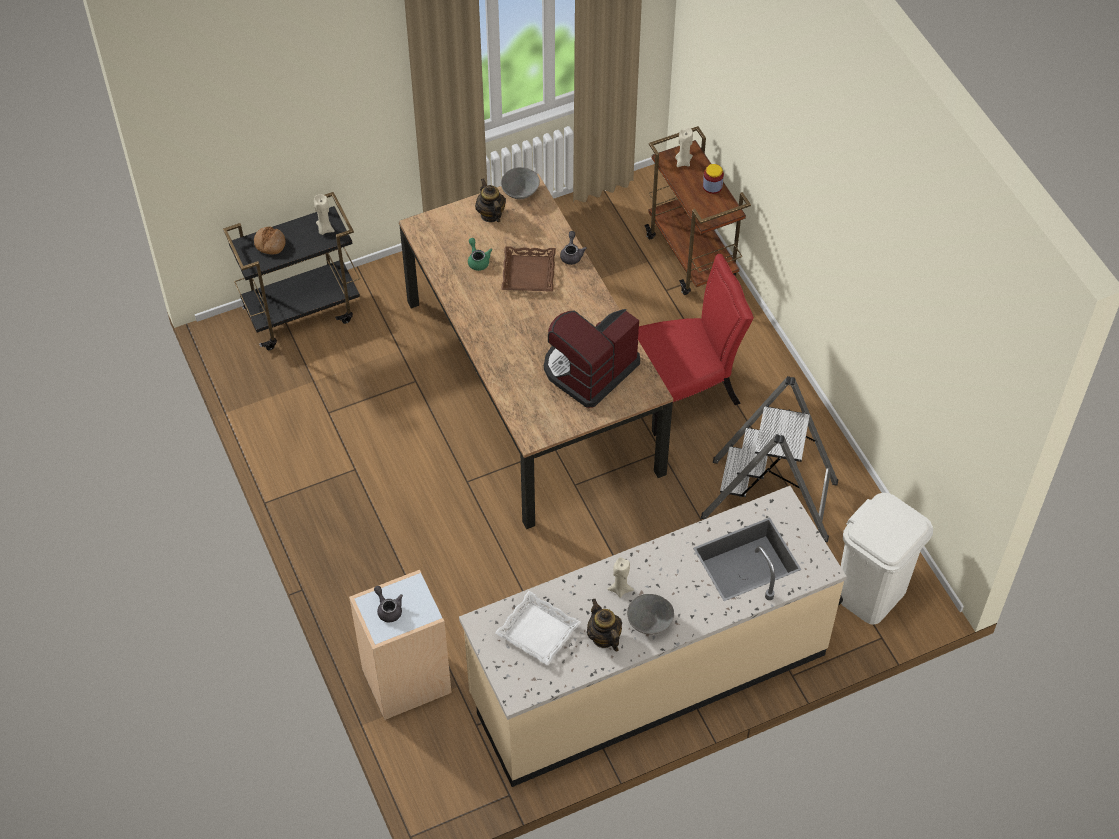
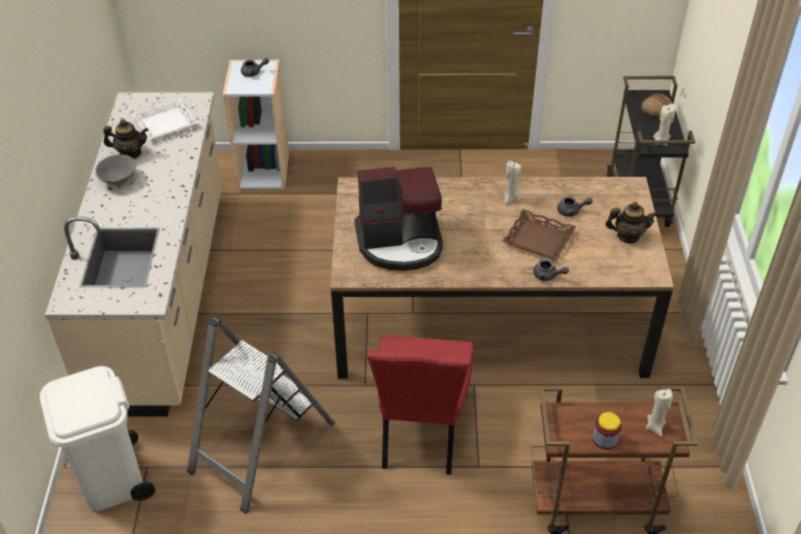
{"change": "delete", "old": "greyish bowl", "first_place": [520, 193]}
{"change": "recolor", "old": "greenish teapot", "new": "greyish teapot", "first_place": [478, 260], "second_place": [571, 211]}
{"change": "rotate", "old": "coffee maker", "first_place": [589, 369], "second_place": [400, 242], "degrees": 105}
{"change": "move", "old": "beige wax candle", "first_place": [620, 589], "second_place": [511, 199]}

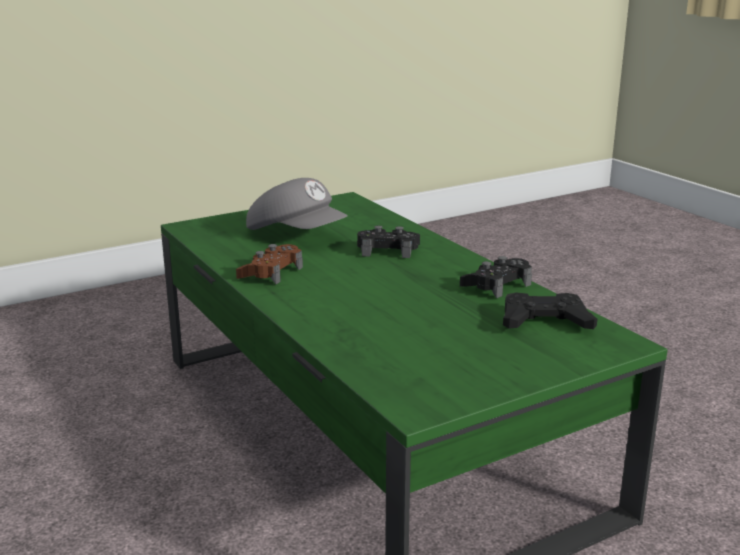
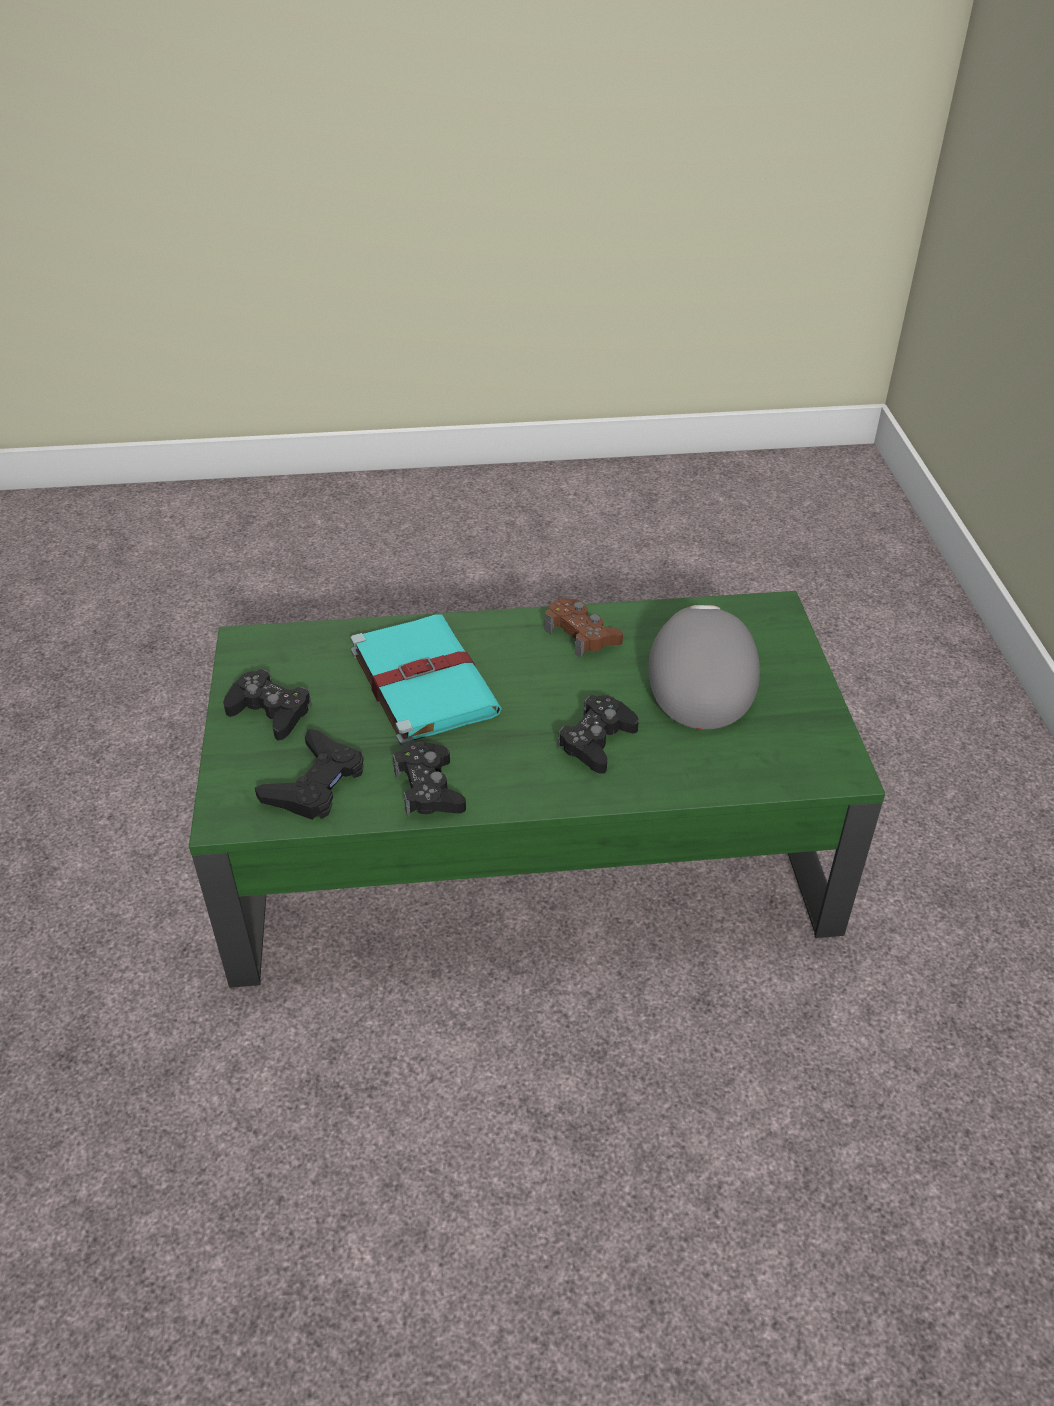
{"change": "rotate", "old": "greyish baseball cap", "first_place": [297, 235], "second_place": [698, 683], "degrees": 120}
{"change": "insert", "new": "blue-green book", "second_place": [422, 680]}
{"change": "insert", "new": "black-coloured game controller", "second_place": [270, 712]}

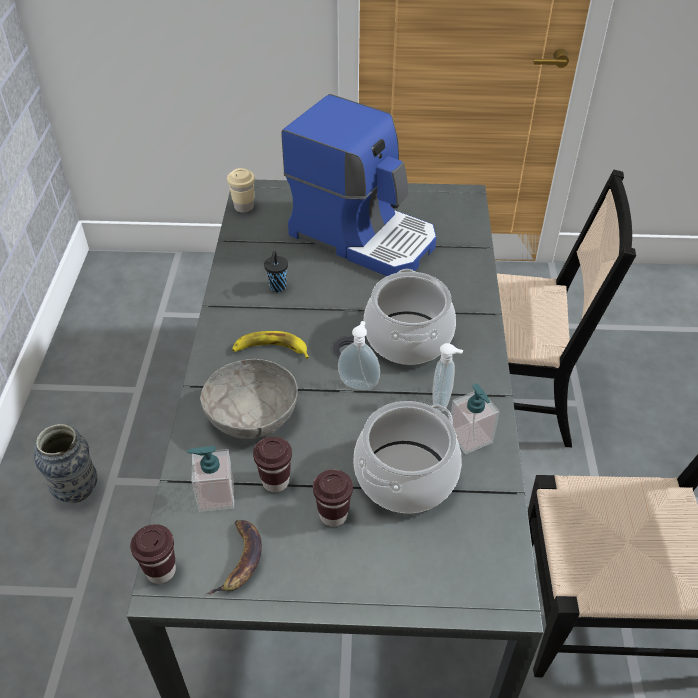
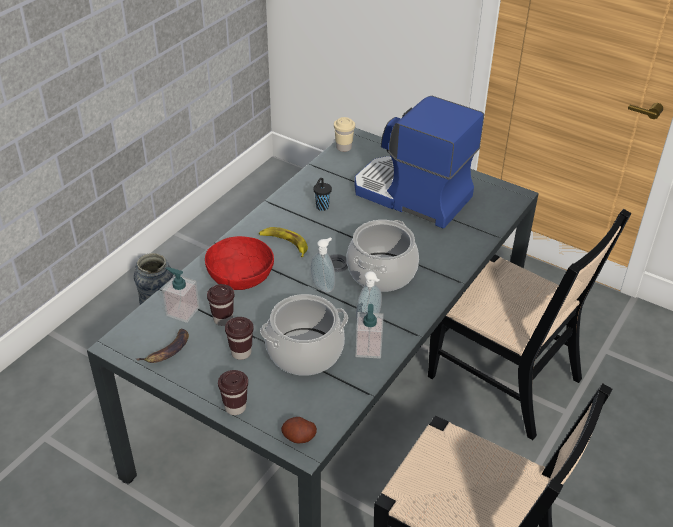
{"change": "rotate", "old": "coffee maker", "first_place": [363, 236], "second_place": [411, 196], "degrees": 150}
{"change": "recolor", "old": "greyish bowl", "new": "red bowl", "first_place": [252, 416], "second_place": [240, 277]}
{"change": "move", "old": "brown-coloured cup", "first_place": [161, 571], "second_place": [235, 407]}
{"change": "insert", "new": "whole potato", "second_place": [299, 437]}

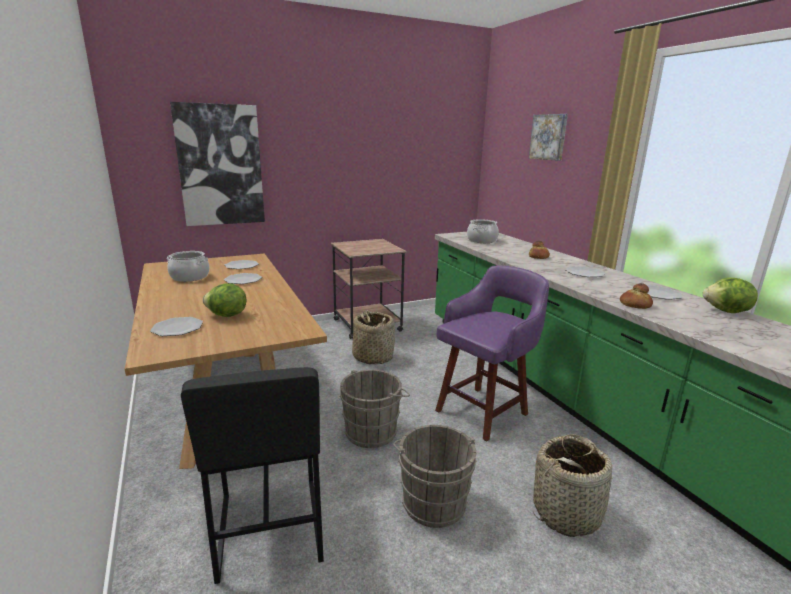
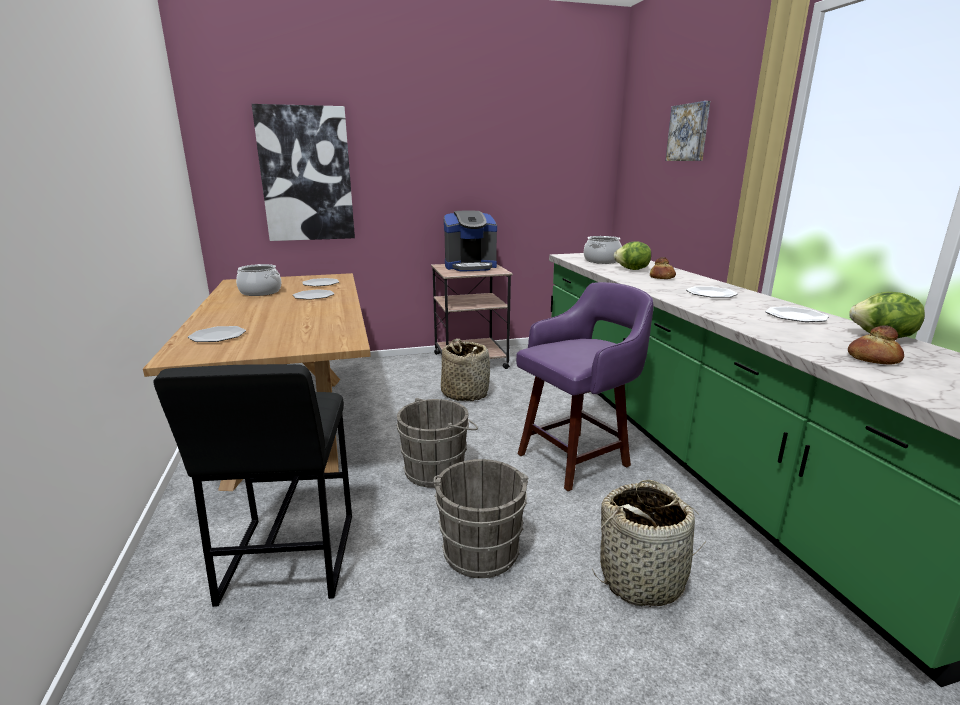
{"change": "move", "old": "head of lettuce", "first_place": [227, 315], "second_place": [632, 269]}
{"change": "move", "old": "bread", "first_place": [635, 305], "second_place": [873, 359]}
{"change": "insert", "new": "coffee maker", "second_place": [470, 267]}

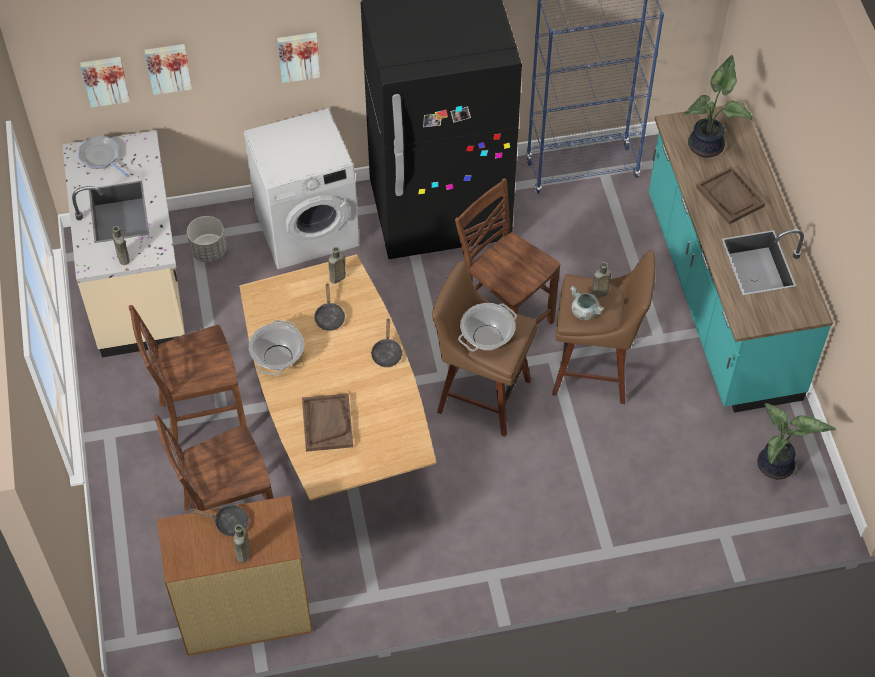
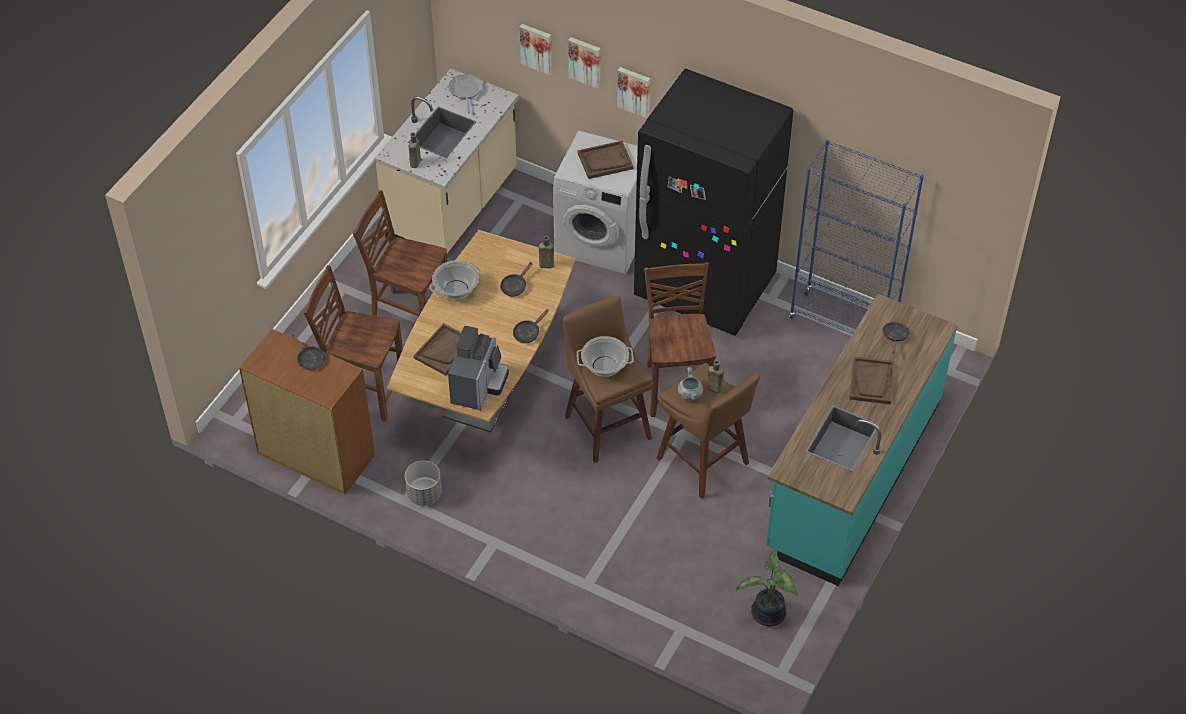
{"change": "replace", "old": "potted plant", "new": "black-coloured frying pan", "first_place": [708, 145], "second_place": [895, 337]}
{"change": "move", "old": "wall picture", "first_place": [105, 80], "second_place": [585, 61]}
{"change": "move", "old": "greyish flower pot", "first_place": [209, 251], "second_place": [424, 494]}
{"change": "delete", "old": "brown-coloured drink bottle", "first_place": [243, 555]}
{"change": "insert", "new": "brown-coloured serving tray", "second_place": [605, 161]}
{"change": "insert", "new": "coffee maker", "second_place": [478, 386]}

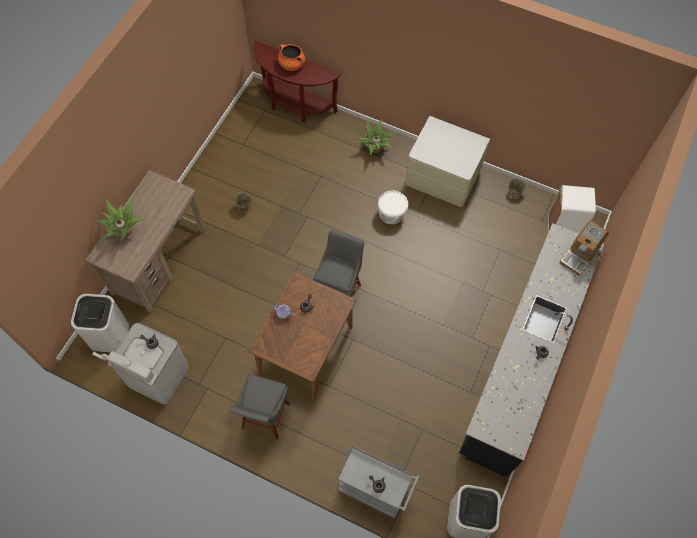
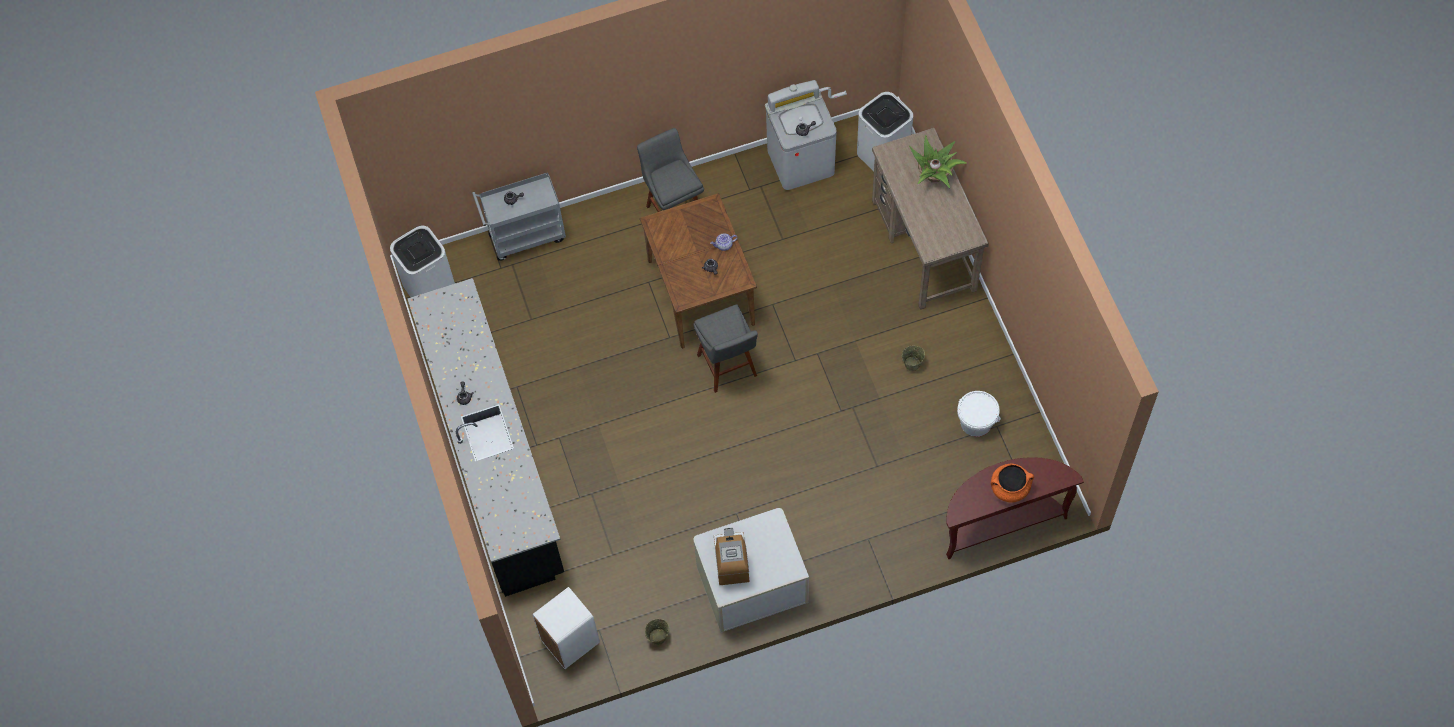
{"change": "delete", "old": "potted plant", "first_place": [375, 148]}
{"change": "move", "old": "white pail", "first_place": [391, 214], "second_place": [976, 422]}
{"change": "move", "old": "coffee maker", "first_place": [580, 254], "second_place": [731, 561]}

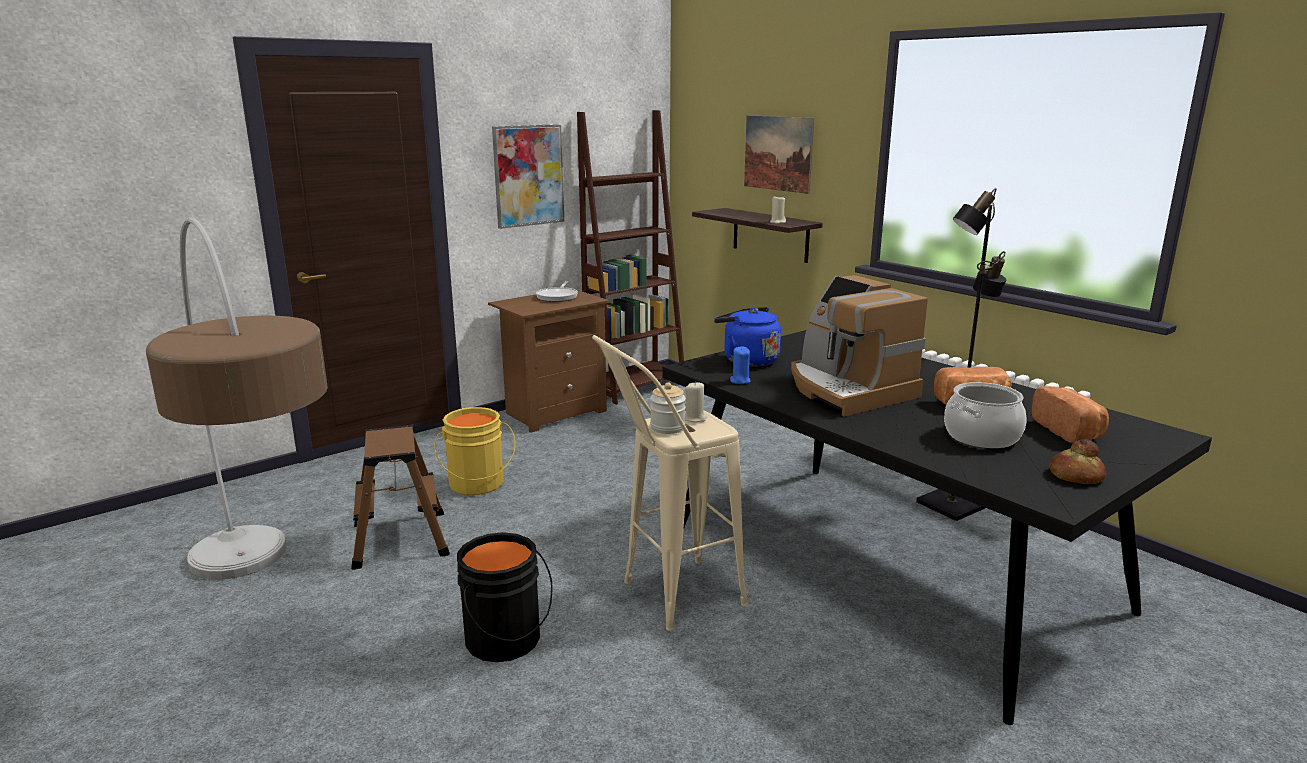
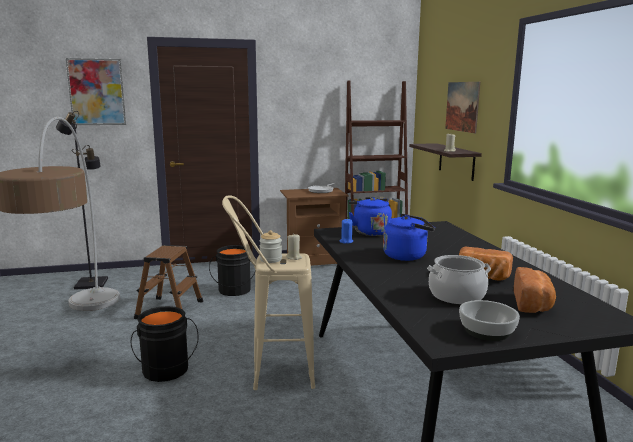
{"change": "move", "old": "wall picture", "first_place": [528, 175], "second_place": [96, 92]}
{"change": "move", "old": "black-coloured standing lamp", "first_place": [951, 505], "second_place": [91, 284]}
{"change": "replace", "old": "coffee maker", "new": "blue tea kettle", "first_place": [847, 390], "second_place": [407, 256]}
{"change": "recolor", "old": "yellow-coloured pail", "new": "black-coloured pail", "first_place": [477, 485], "second_place": [234, 291]}
{"change": "replace", "old": "bread", "new": "bowl", "first_place": [1075, 476], "second_place": [487, 331]}

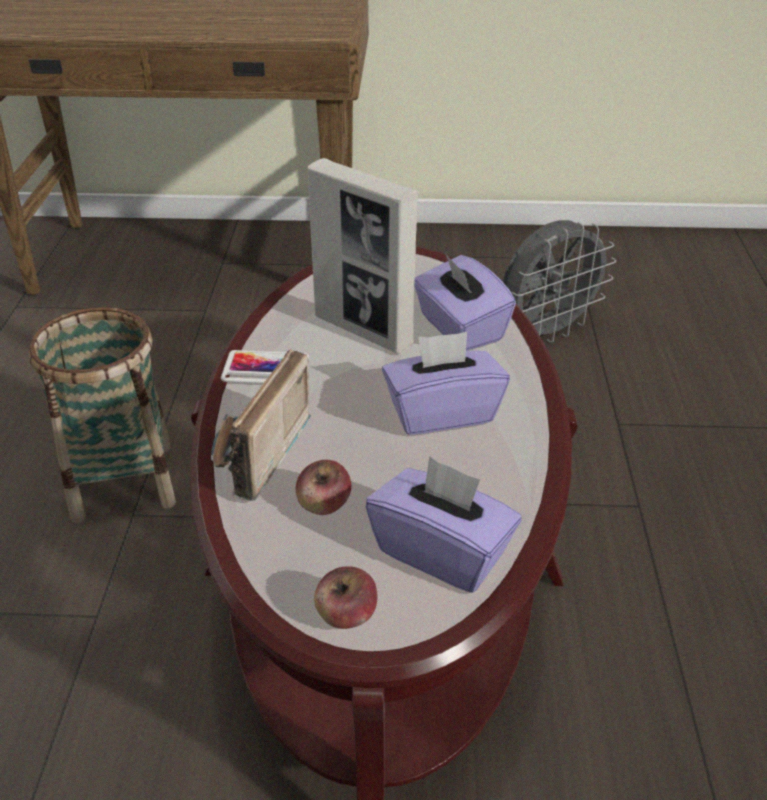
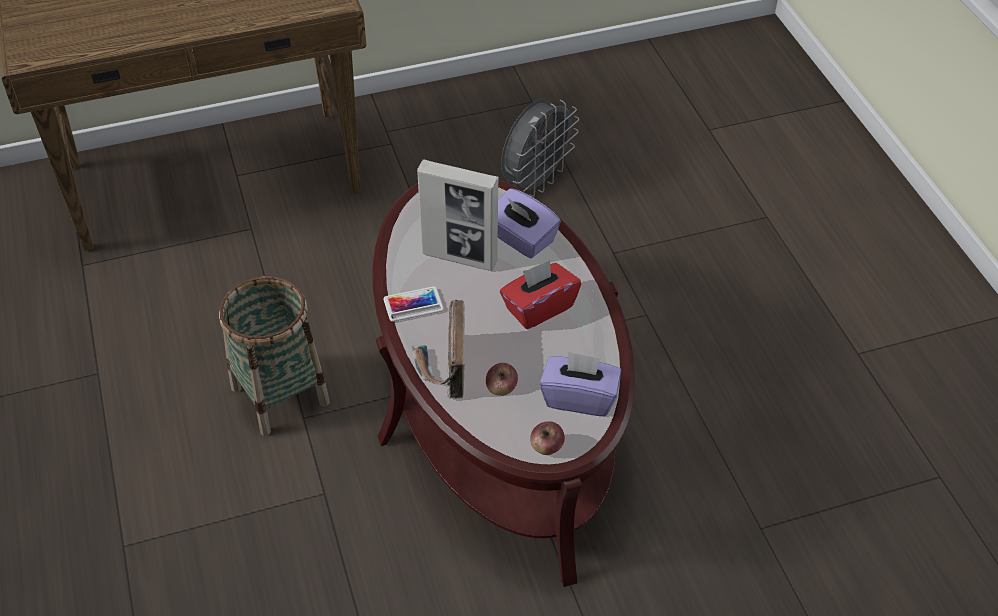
{"change": "recolor", "old": "purple-coloured tissue box", "new": "red tissue box", "first_place": [442, 412], "second_place": [539, 308]}

